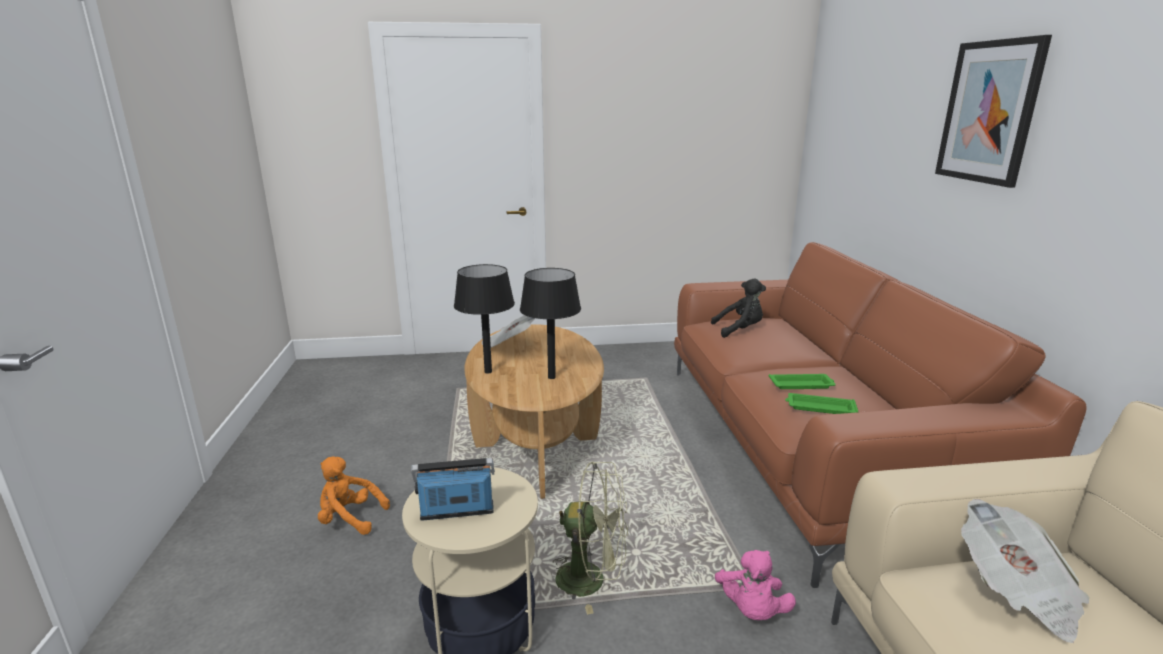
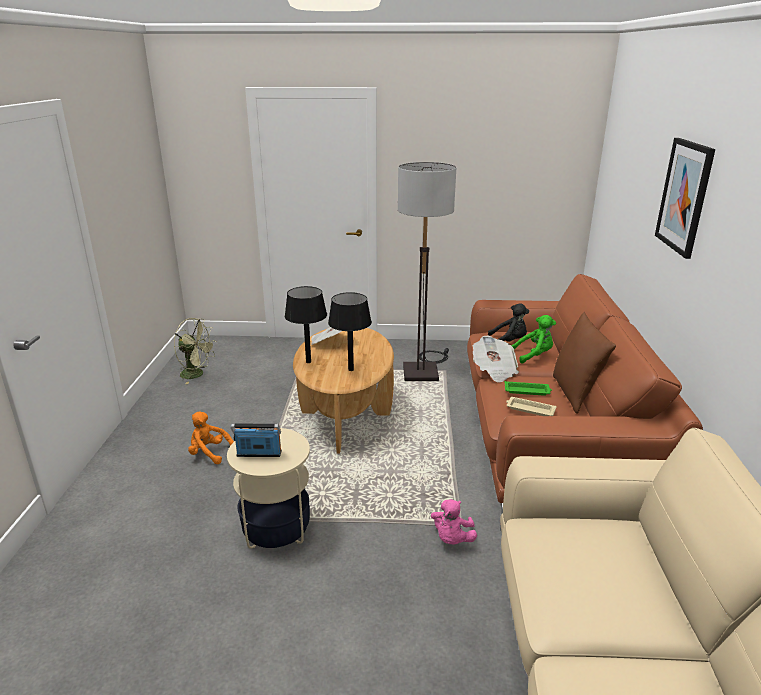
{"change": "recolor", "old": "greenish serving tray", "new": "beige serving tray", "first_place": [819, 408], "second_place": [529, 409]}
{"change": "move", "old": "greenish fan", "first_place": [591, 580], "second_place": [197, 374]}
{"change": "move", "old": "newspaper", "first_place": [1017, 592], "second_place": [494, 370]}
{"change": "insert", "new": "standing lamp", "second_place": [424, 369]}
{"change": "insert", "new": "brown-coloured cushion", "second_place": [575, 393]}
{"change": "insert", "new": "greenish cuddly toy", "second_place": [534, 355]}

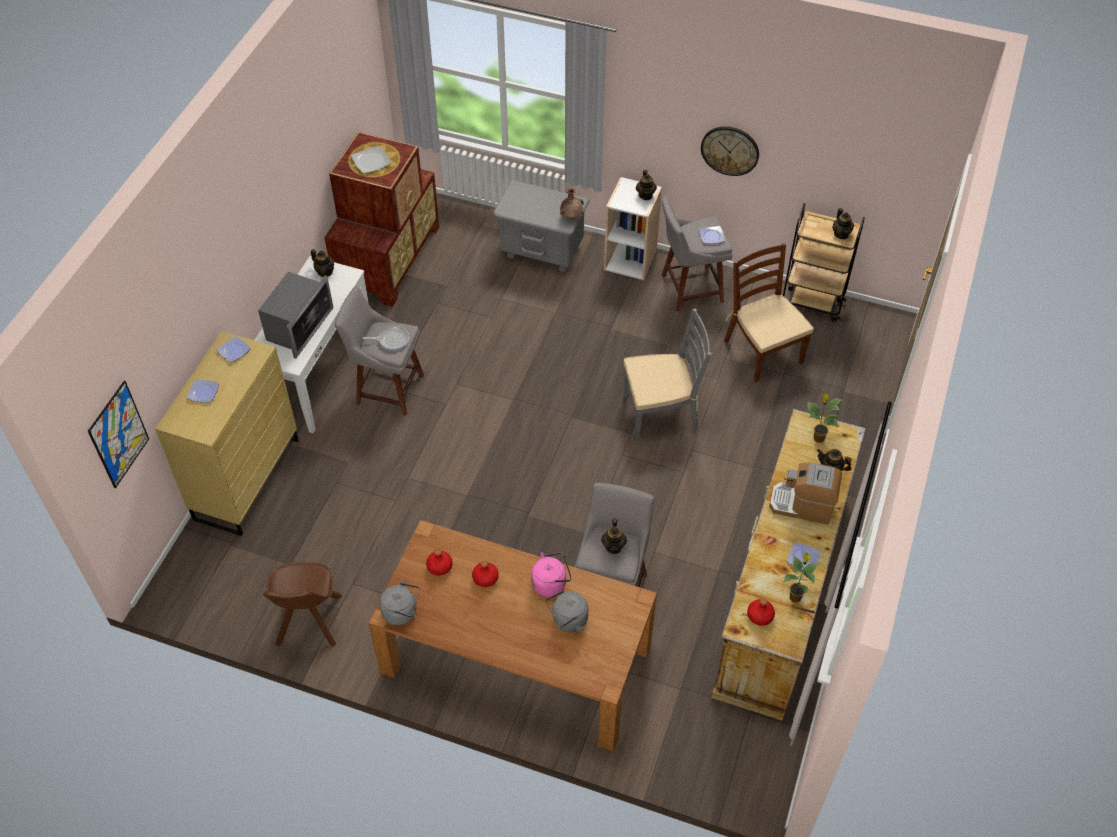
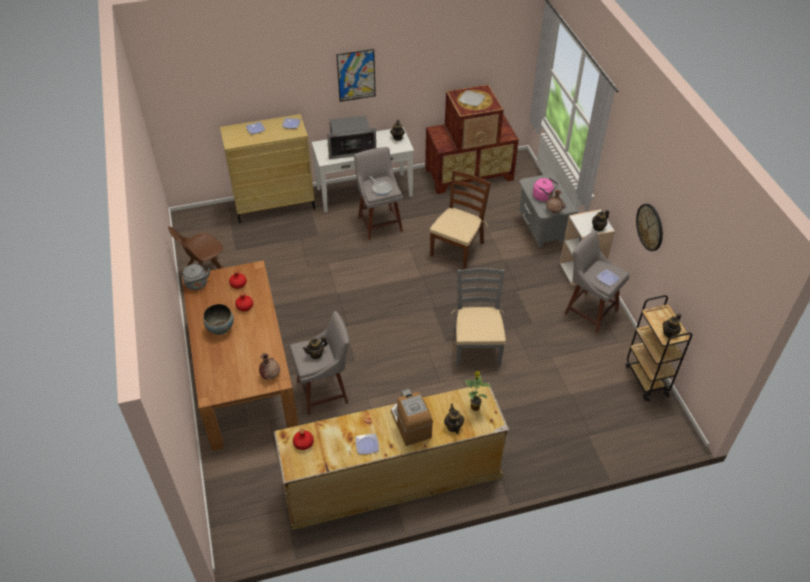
{"change": "move", "old": "brown-coloured upright chair", "first_place": [762, 351], "second_place": [457, 249]}
{"change": "rotate", "old": "greyish upright chair", "first_place": [661, 412], "second_place": [476, 347], "degrees": -135}
{"change": "move", "old": "wall picture", "first_place": [118, 434], "second_place": [356, 75]}
{"change": "move", "old": "pinkish tea kettle", "first_place": [551, 583], "second_place": [543, 196]}
{"change": "delete", "old": "potted plant", "first_place": [795, 596]}
{"change": "delete", "old": "greyish tea kettle", "first_place": [568, 620]}
{"change": "insert", "new": "bowl", "second_place": [220, 329]}
{"change": "insert", "new": "brown-coloured flower vase", "second_place": [270, 375]}

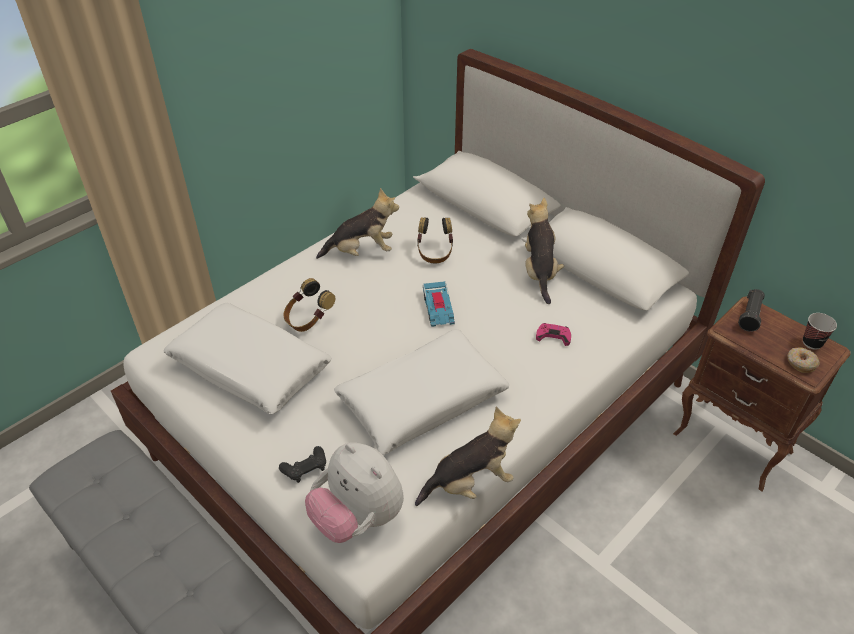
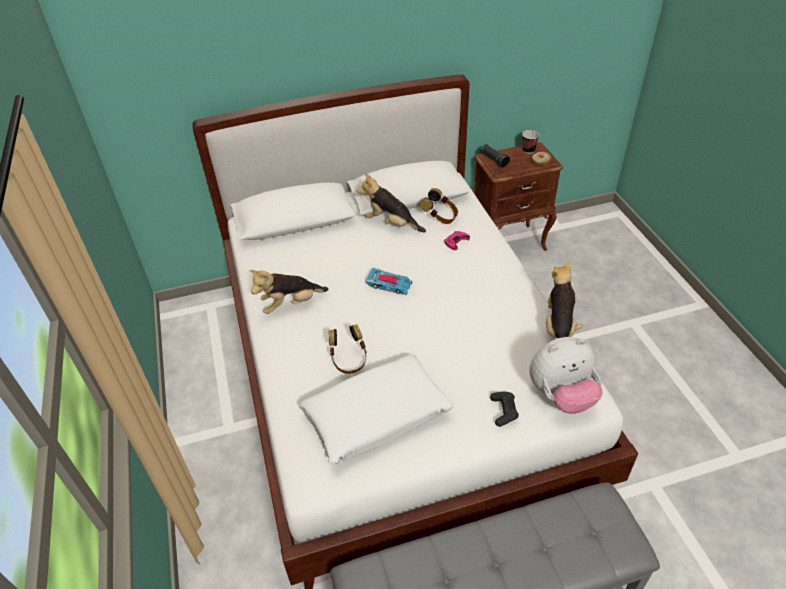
{"change": "rotate", "old": "cuddly toy", "first_place": [361, 251], "second_place": [291, 304], "degrees": -135}
{"change": "move", "old": "headset", "first_place": [435, 252], "second_place": [440, 217]}
{"change": "delete", "old": "white cushion", "first_place": [422, 399]}

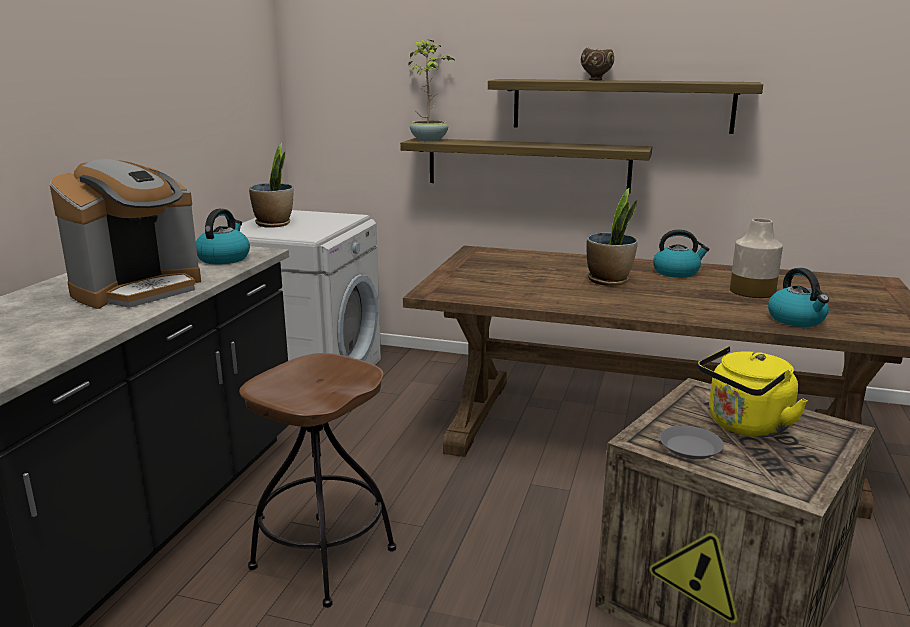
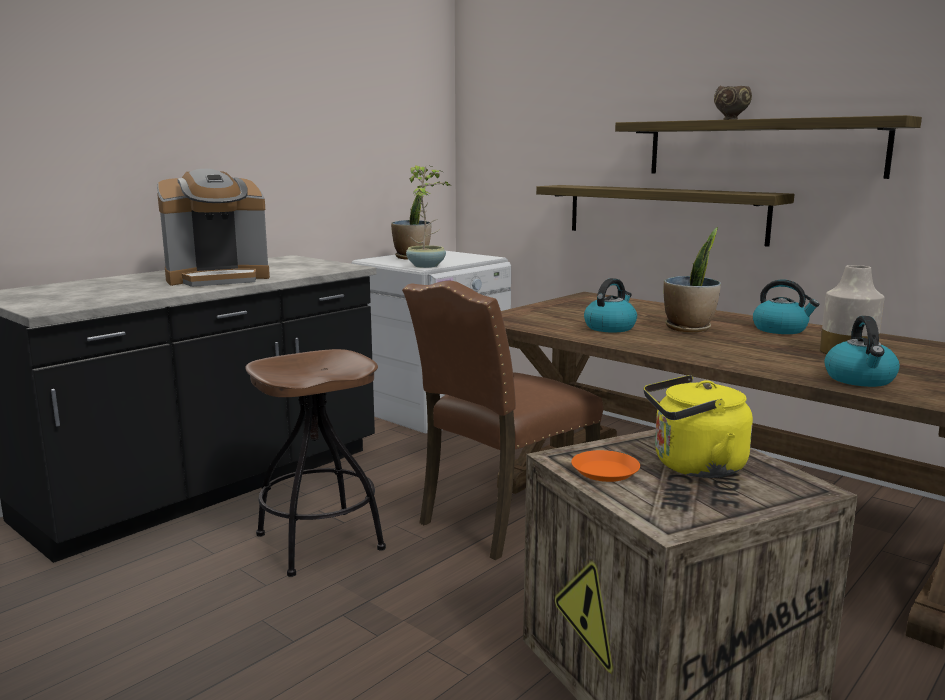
{"change": "move", "old": "potted plant", "first_place": [429, 140], "second_place": [427, 266]}
{"change": "move", "old": "tea kettle", "first_place": [224, 258], "second_place": [610, 327]}
{"change": "recolor", "old": "greyish flat dish", "new": "orange flat dish", "first_place": [690, 447], "second_place": [604, 471]}
{"change": "insert", "new": "brown-coloured upright chair", "second_place": [502, 518]}

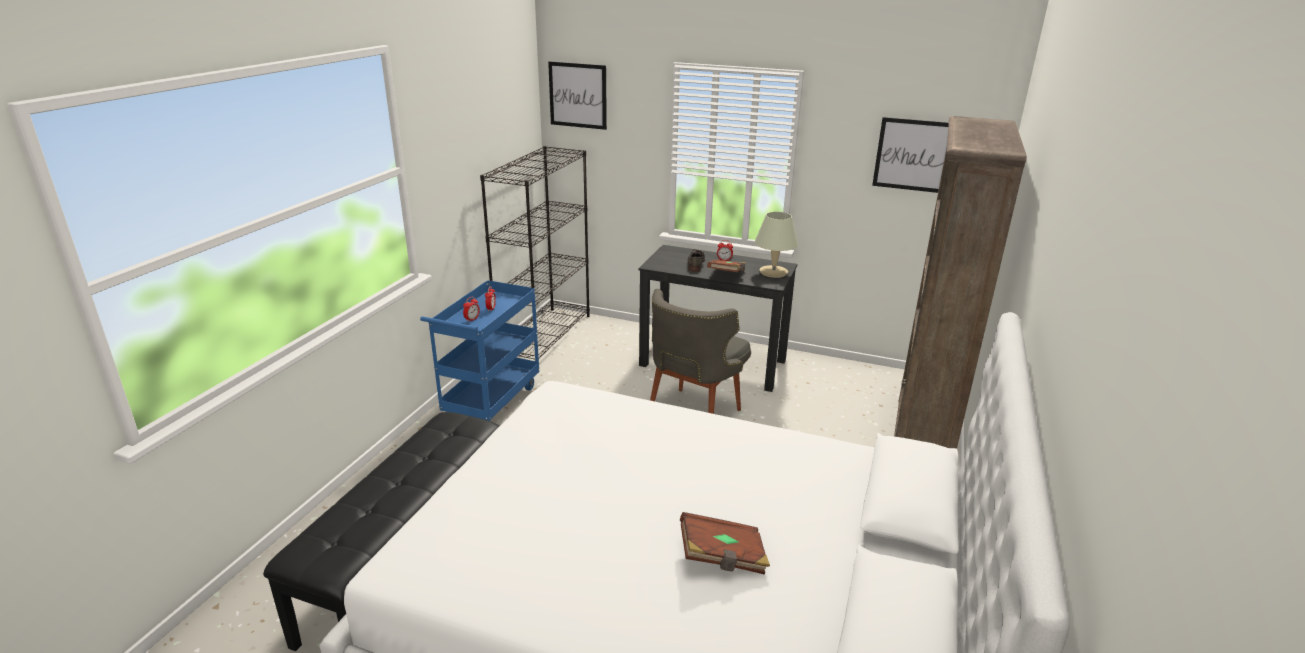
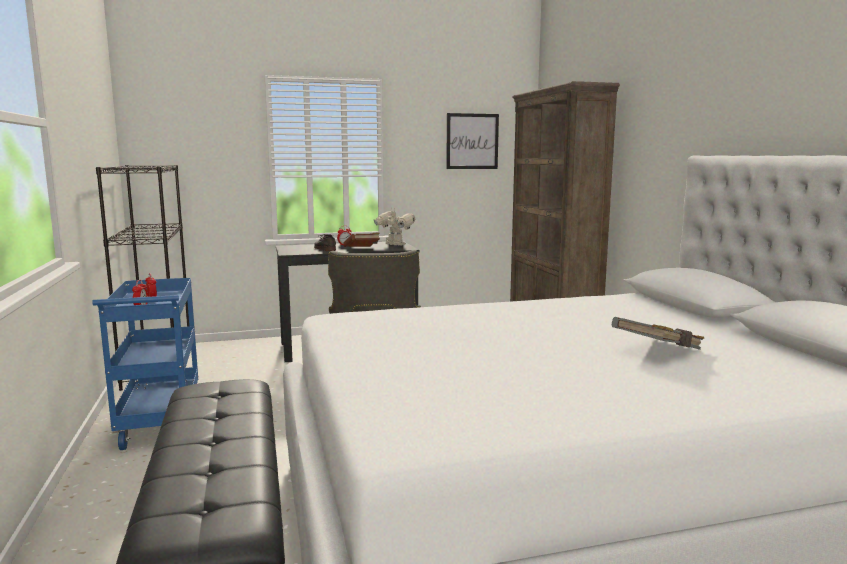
{"change": "delete", "old": "wall picture", "first_place": [578, 95]}
{"change": "replace", "old": "beige lamp for a table", "new": "toy robot", "first_place": [773, 272], "second_place": [394, 245]}
{"change": "recolor", "old": "brown-coloured book", "new": "greyish book", "first_place": [722, 557], "second_place": [658, 351]}

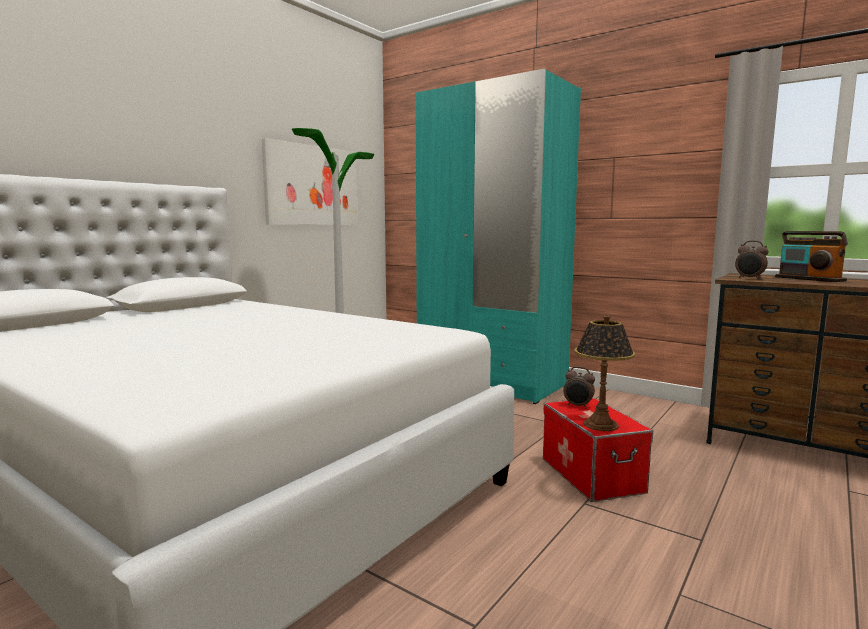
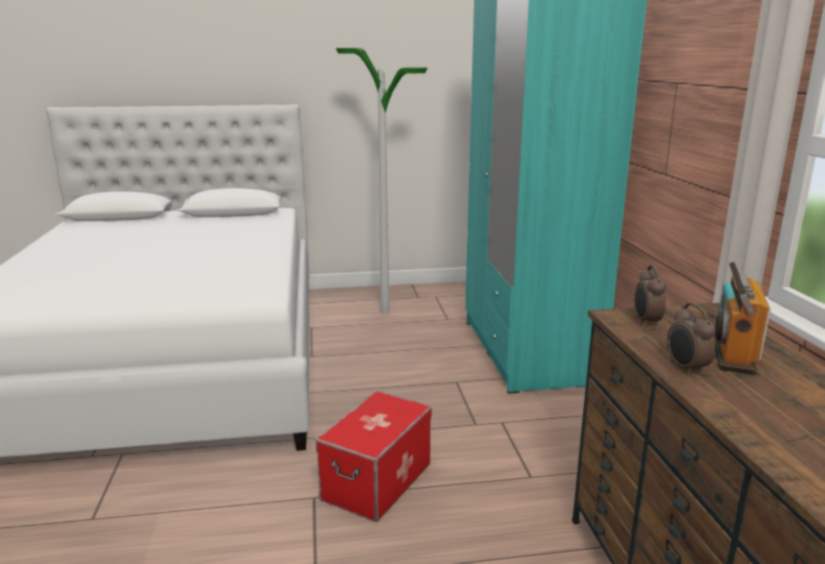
{"change": "delete", "old": "wall picture", "first_place": [312, 185]}
{"change": "delete", "old": "lamp for a table", "first_place": [600, 425]}
{"change": "move", "old": "alarm clock", "first_place": [578, 406], "second_place": [685, 369]}

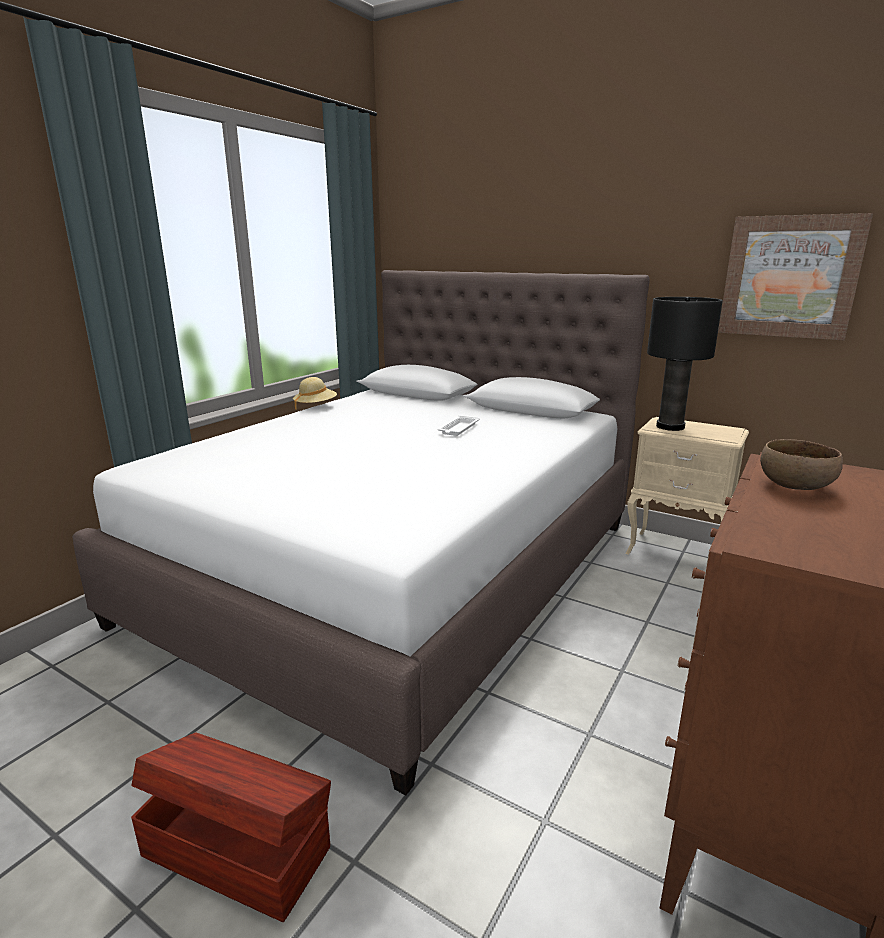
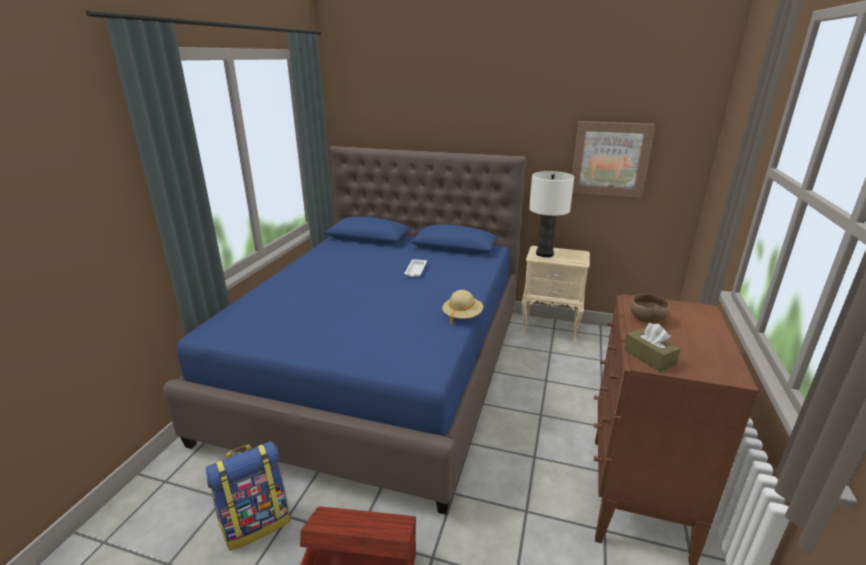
{"change": "recolor", "old": "white bed", "new": "blue bed", "first_place": [399, 570], "second_place": [381, 368]}
{"change": "recolor", "old": "black-coloured lamp for a table", "new": "white lamp for a table", "first_place": [670, 427], "second_place": [544, 254]}
{"change": "move", "old": "beige wearable hat", "first_place": [315, 406], "second_place": [462, 316]}
{"change": "insert", "new": "brown-coloured tissue box", "second_place": [649, 357]}
{"change": "insert", "new": "backpack", "second_place": [256, 522]}

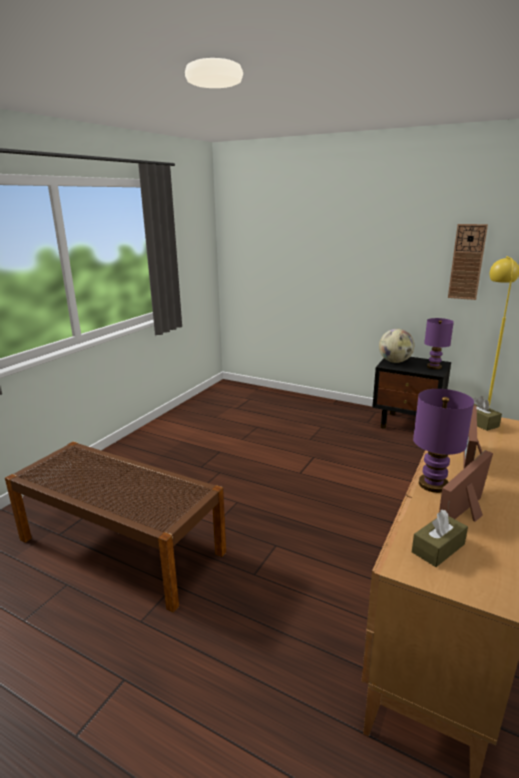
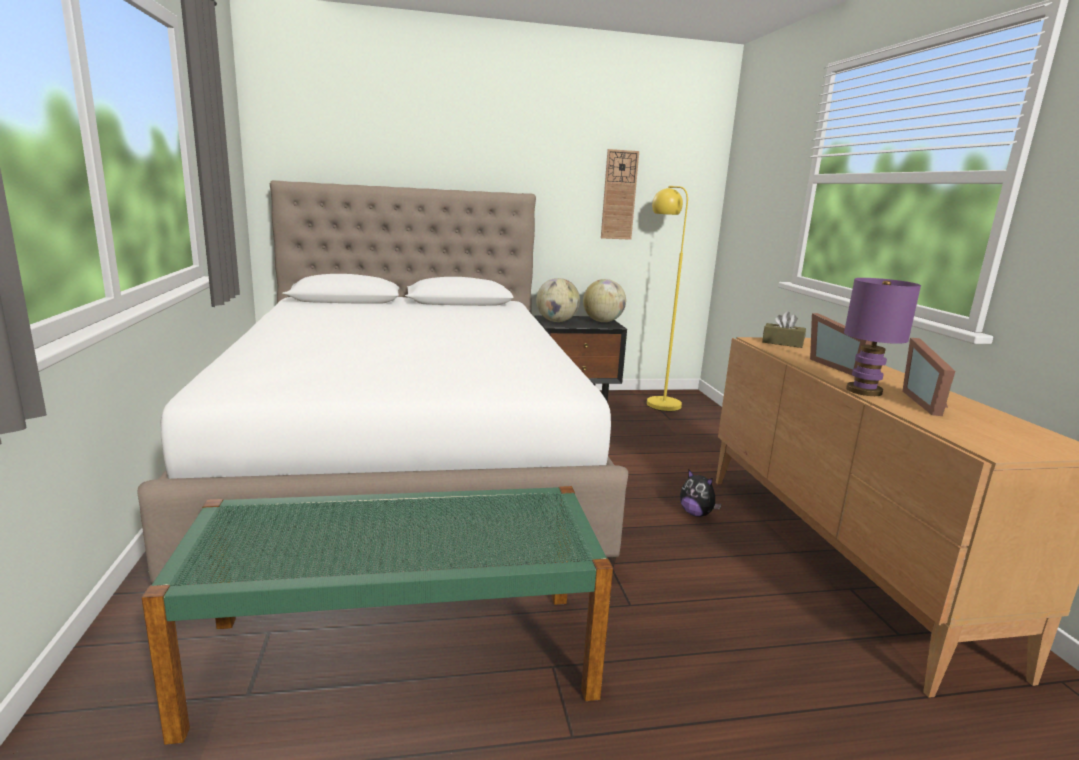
{"change": "replace", "old": "purple-coloured lamp for a table", "new": "desk globe", "first_place": [434, 366], "second_place": [602, 321]}
{"change": "recolor", "old": "brown-coloured bench", "new": "greenish bench", "first_place": [121, 545], "second_place": [399, 656]}
{"change": "delete", "old": "brown-coloured tissue box", "first_place": [438, 548]}
{"change": "insert", "new": "white bed", "second_place": [407, 461]}
{"change": "insert", "new": "cuddly toy", "second_place": [696, 514]}

